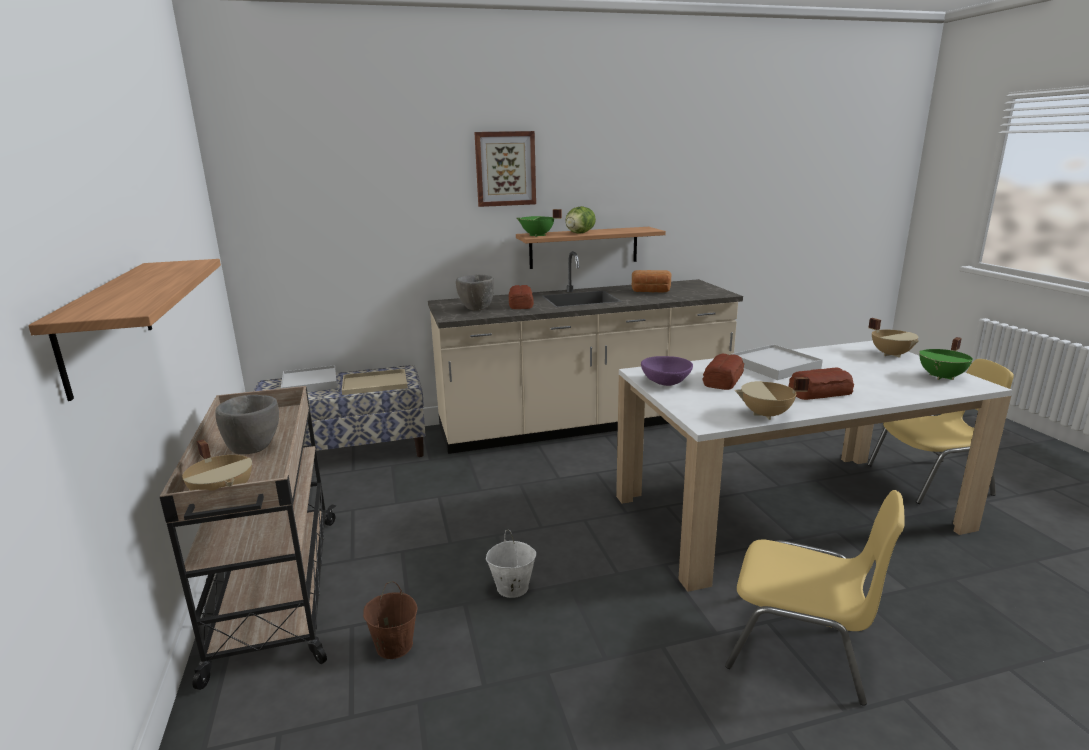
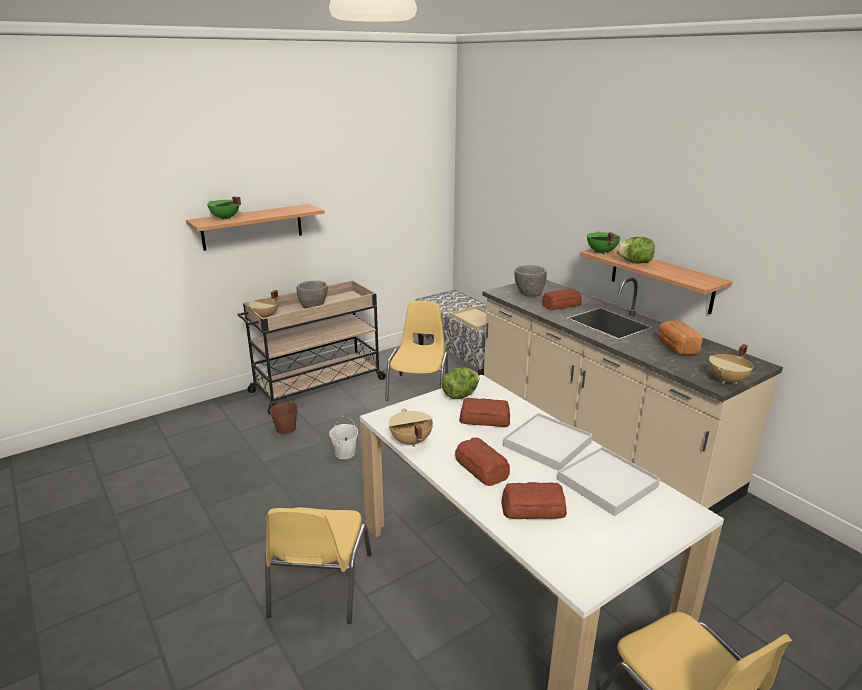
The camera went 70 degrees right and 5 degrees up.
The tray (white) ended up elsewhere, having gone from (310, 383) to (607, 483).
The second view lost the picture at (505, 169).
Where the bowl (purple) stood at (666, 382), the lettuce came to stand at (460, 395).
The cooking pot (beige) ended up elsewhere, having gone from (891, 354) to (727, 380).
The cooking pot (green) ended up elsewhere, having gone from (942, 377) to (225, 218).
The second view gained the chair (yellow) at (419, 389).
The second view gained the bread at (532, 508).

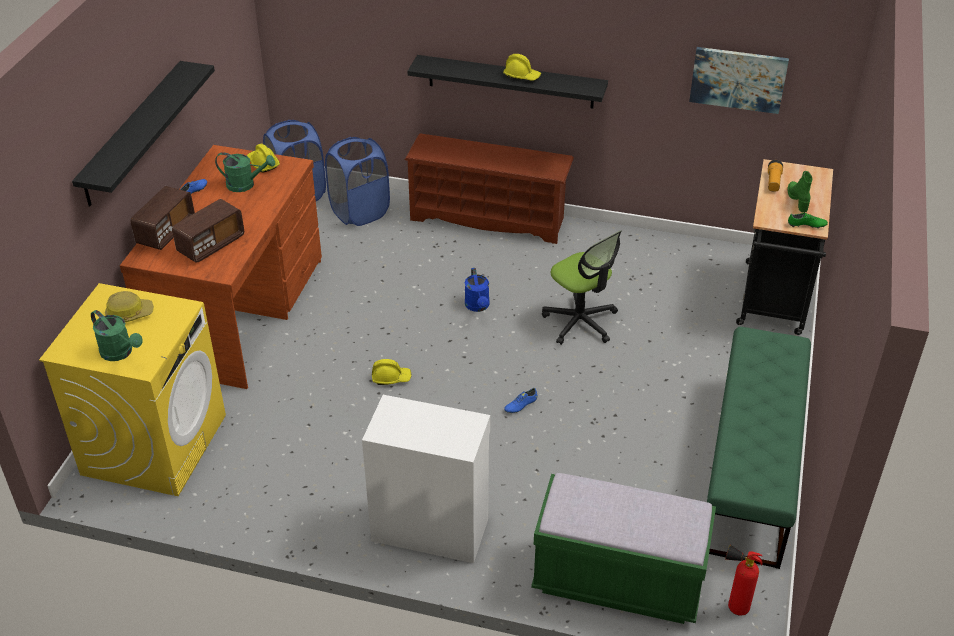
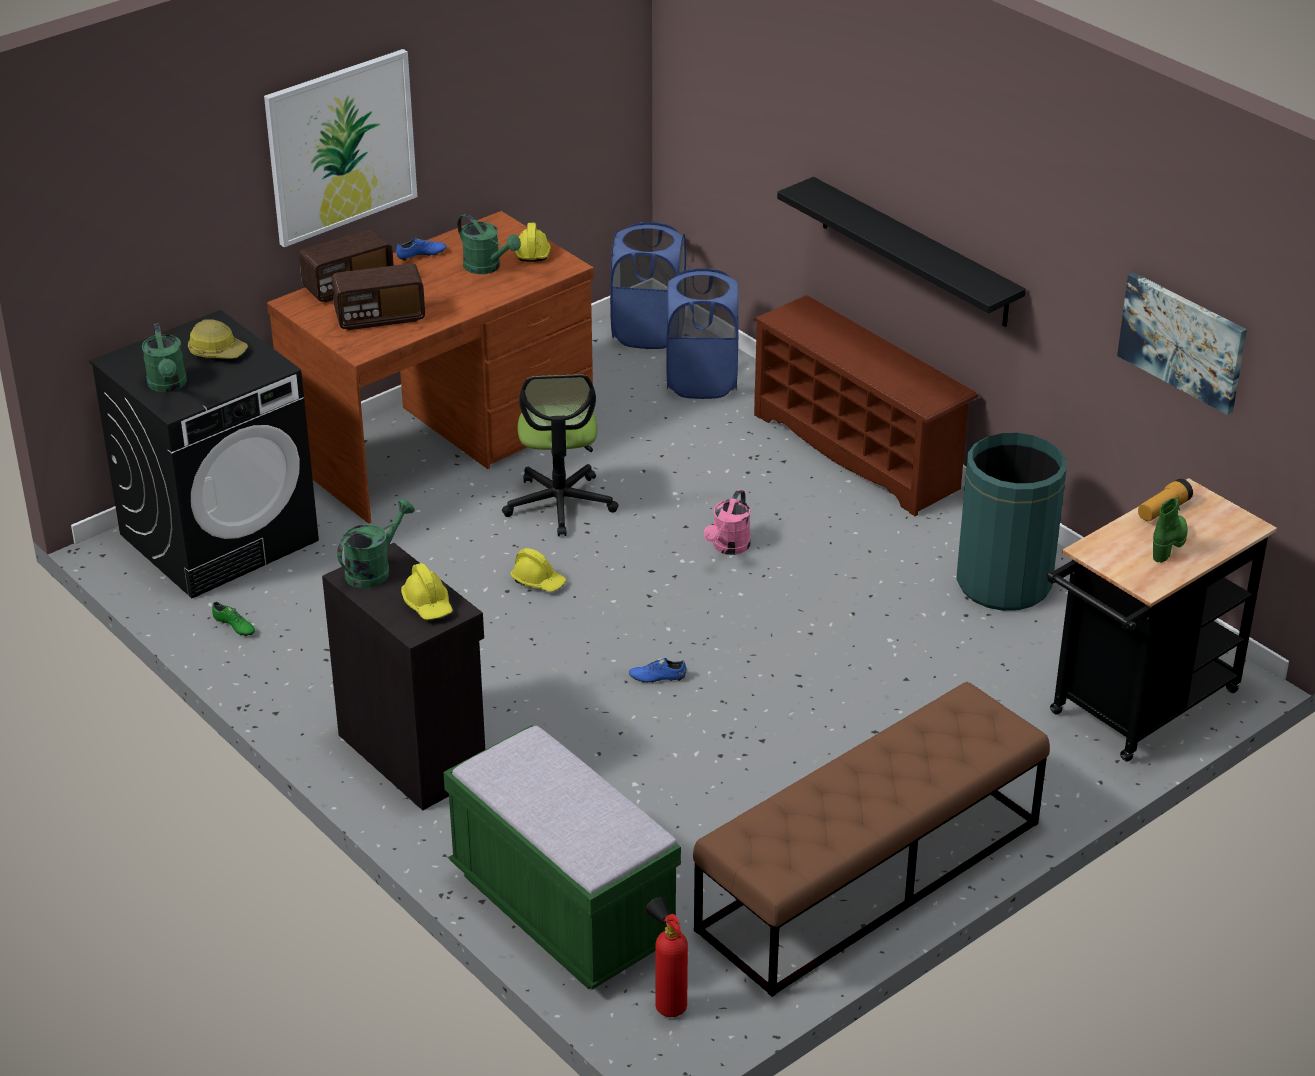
The camera went 35 degrees right and 5 degrees down.
What was the washing machine (yellow) at (154, 444) turned into the washing machine (black) at (220, 537).
Where the shelf (black) hung at (133, 133), the picture came to hang at (341, 146).
What was the cabinet (white) at (429, 528) turned into the cabinet (black) at (413, 753).
What was the watering can (blue) at (478, 306) turned into the watering can (pink) at (728, 548).
The hard hat (yellow) ended up elsewhere, having gone from (521, 76) to (428, 604).
The office chair ended up elsewhere, having gone from (580, 322) to (560, 504).
What was the bench (green) at (751, 467) turned into the bench (brown) at (869, 876).
The shoe (green) ended up elsewhere, having gone from (806, 225) to (234, 626).
The second view gained the watering can (green) at (374, 569).
The second view gained the trash can (green) at (1003, 583).

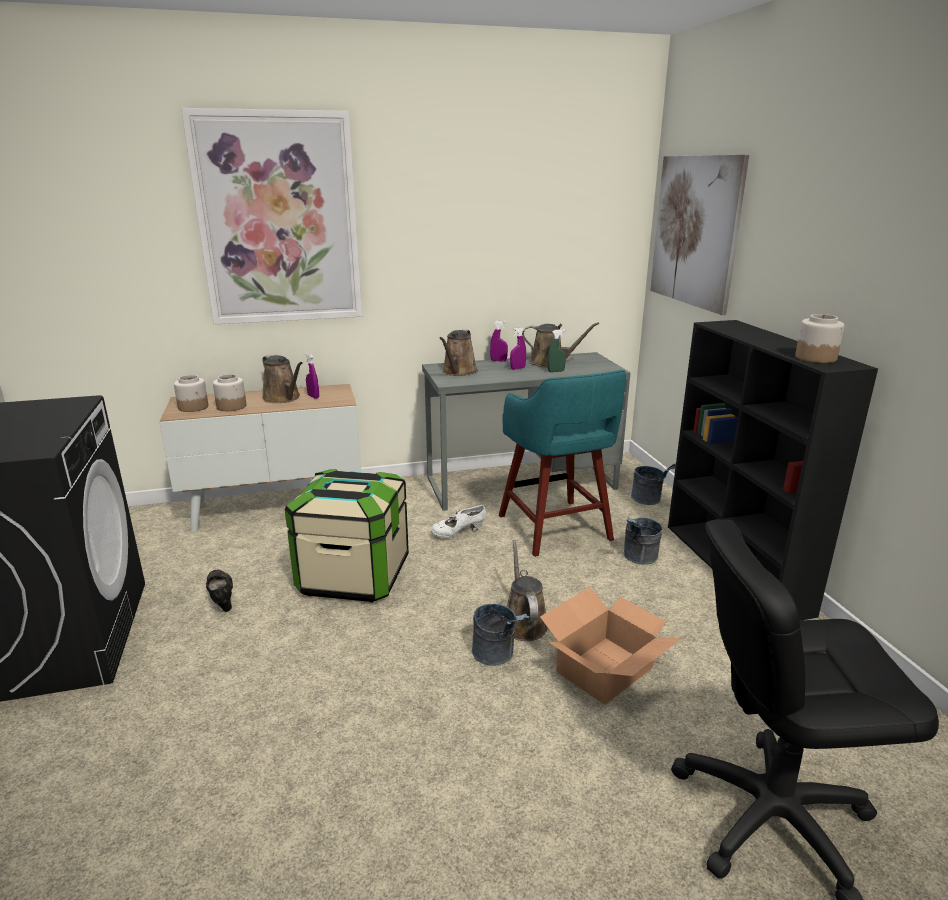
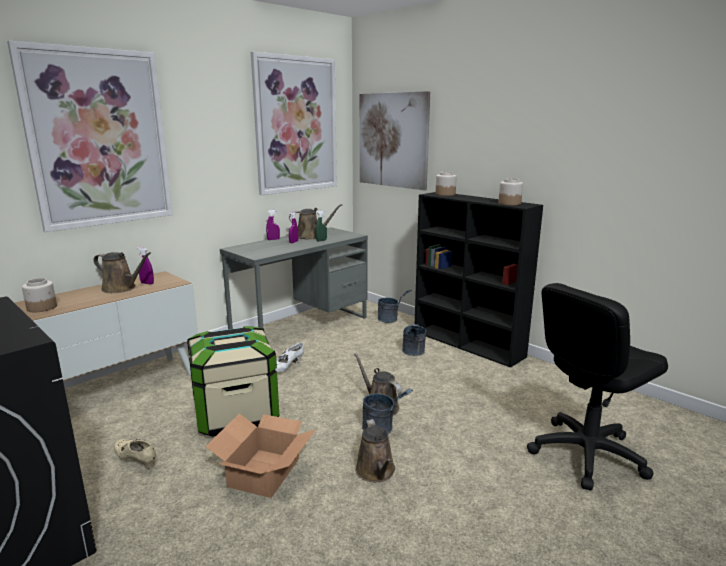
The camera went 30 degrees left and 5 degrees down.
What was the shoe (black) at (221, 598) turned into the shoe (beige) at (136, 461).
The jar ended up elsewhere, having gone from (231, 406) to (445, 194).
The watering can (brown) ended up elsewhere, having gone from (458, 372) to (376, 472).
The second view lost the stool (turquoise) at (555, 529).
The cardboard box ended up elsewhere, having gone from (603, 669) to (263, 473).
The second view gained the picture at (296, 125).

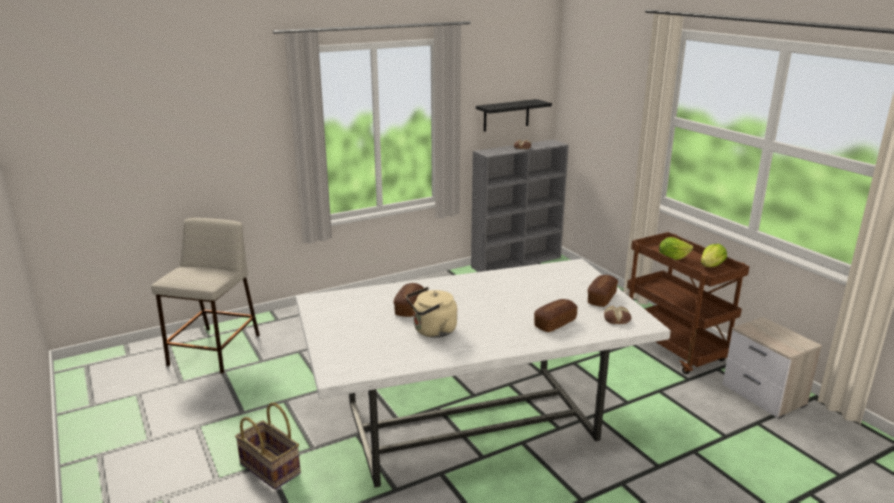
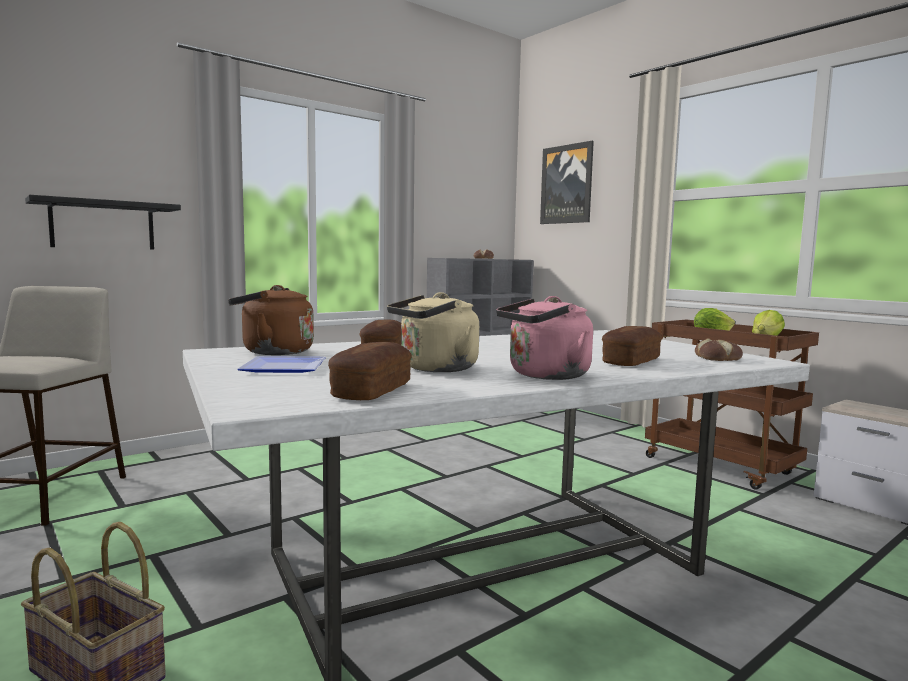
The camera went 10 degrees left and 15 degrees down.
The shelf (black) ended up elsewhere, having gone from (506, 115) to (103, 225).
The bread ended up elsewhere, having gone from (601, 298) to (372, 391).
The second view gained the kettle (brown) at (273, 352).
The second view gained the plate at (281, 369).
The second view gained the kettle (pink) at (545, 375).
The second view gained the picture at (567, 184).

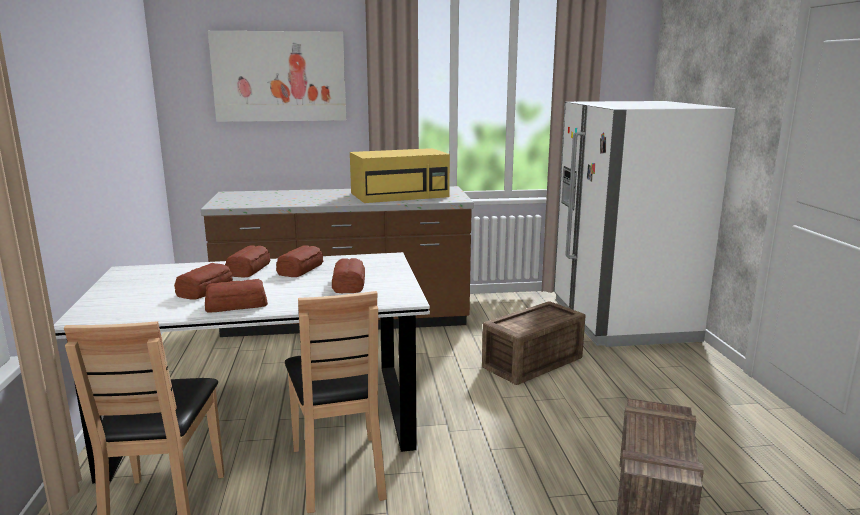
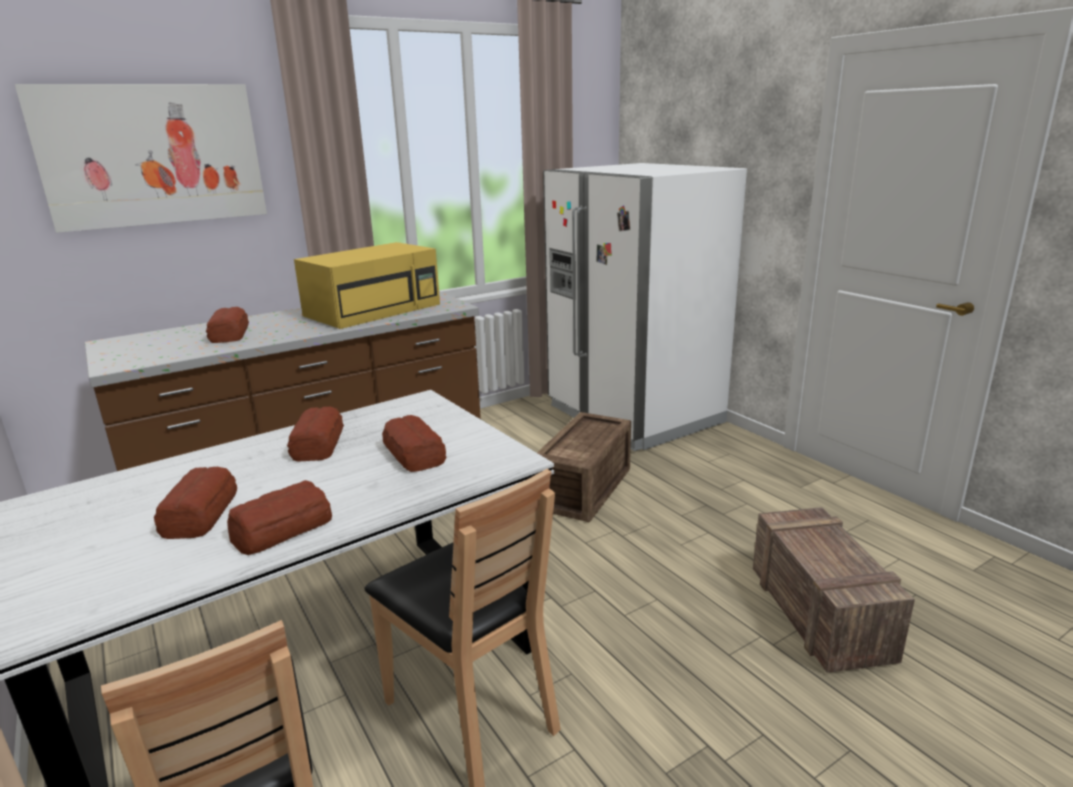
The camera went 25 degrees left and 5 degrees up.
The bread ended up elsewhere, having gone from (249, 269) to (230, 334).

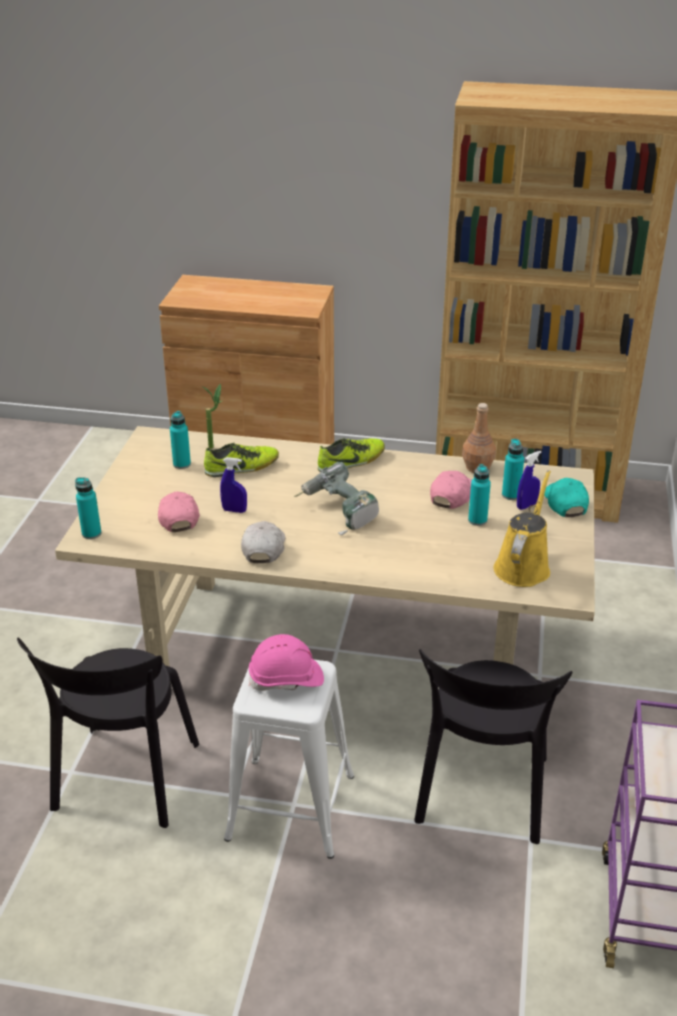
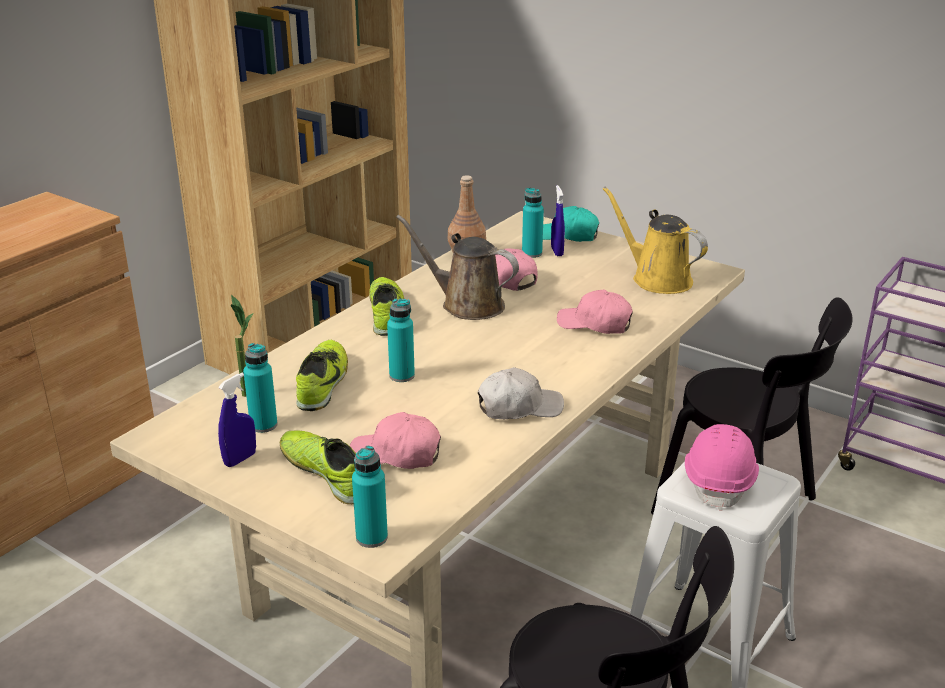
The camera went 65 degrees left and 5 degrees down.
The spray bottle (blue) ended up elsewhere, having gone from (234, 510) to (240, 459).
The cap (white) at (263, 548) ended up facing another way, 135 degrees clockwise from before.
The second view lost the power drill at (337, 512).
The bottle (turquoise) ended up elsewhere, having gone from (477, 520) to (402, 376).
The second view gained the shoe at (326, 474).
The second view gained the watering can (brown) at (467, 304).
The second view gained the cap (pink) at (595, 324).

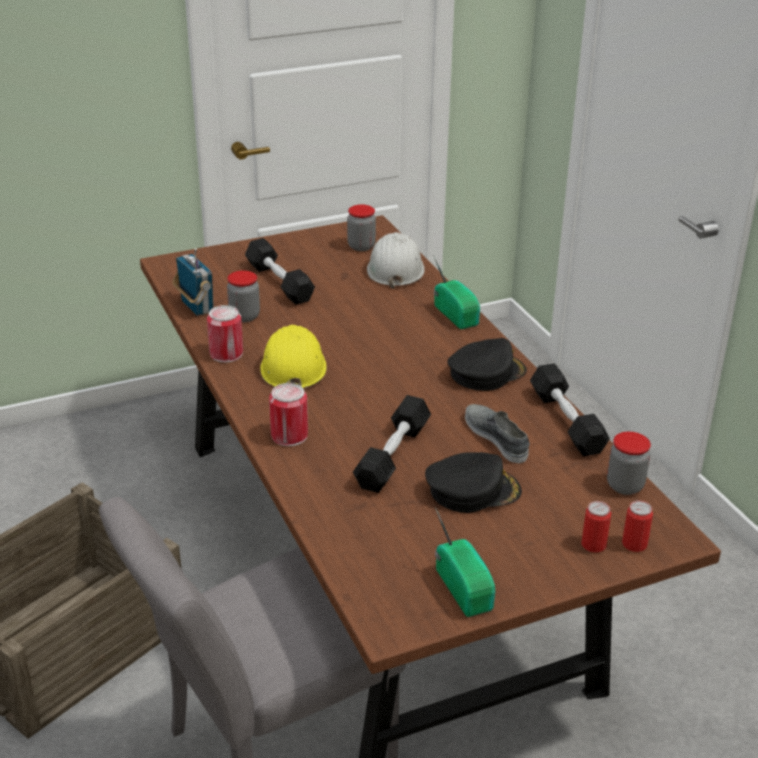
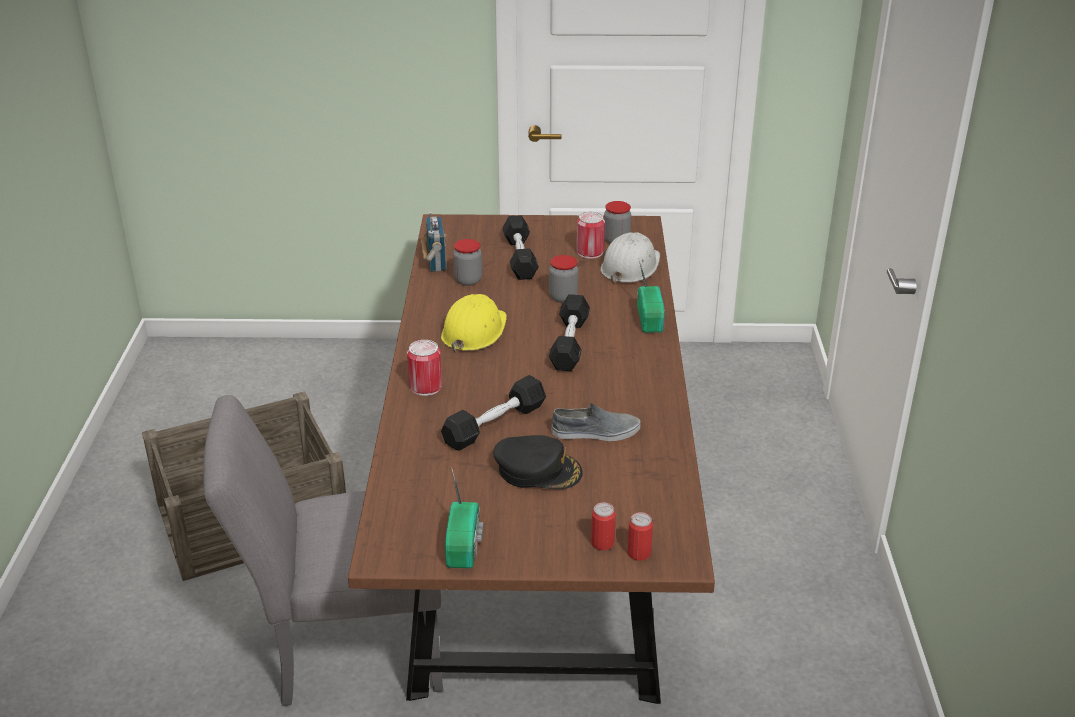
The camera went 25 degrees right and 0 degrees up.
The can ended up elsewhere, having gone from (226, 354) to (590, 252).
The second view lost the cap (black) at (486, 372).
The shoe (grey) at (496, 437) ended up facing another way, 90 degrees clockwise from before.
The dumbbell (black) ended up elsewhere, having gone from (566, 422) to (569, 343).
The jar ended up elsewhere, having gone from (625, 486) to (563, 297).

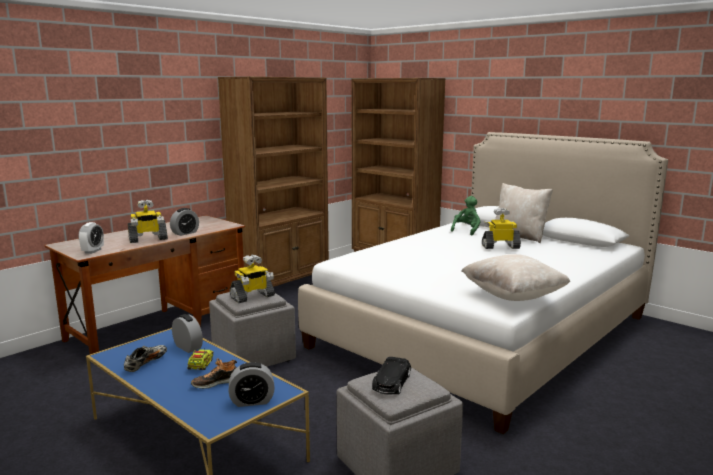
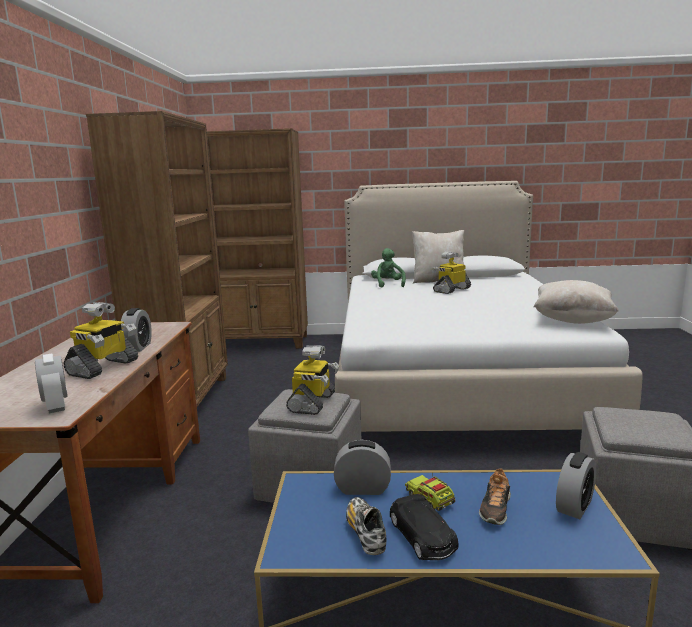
The camera went 40 degrees left and 0 degrees up.
The toy car (black) ended up elsewhere, having gone from (391, 383) to (422, 536).

